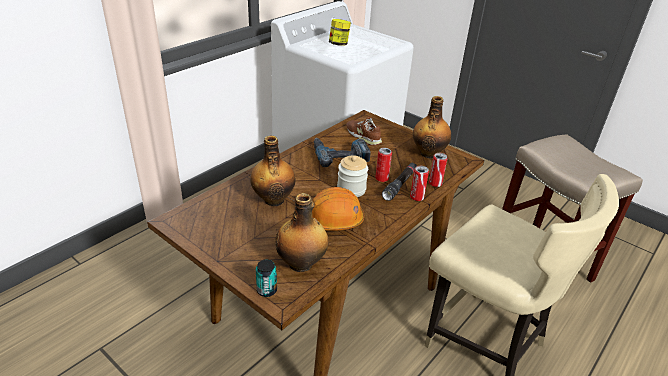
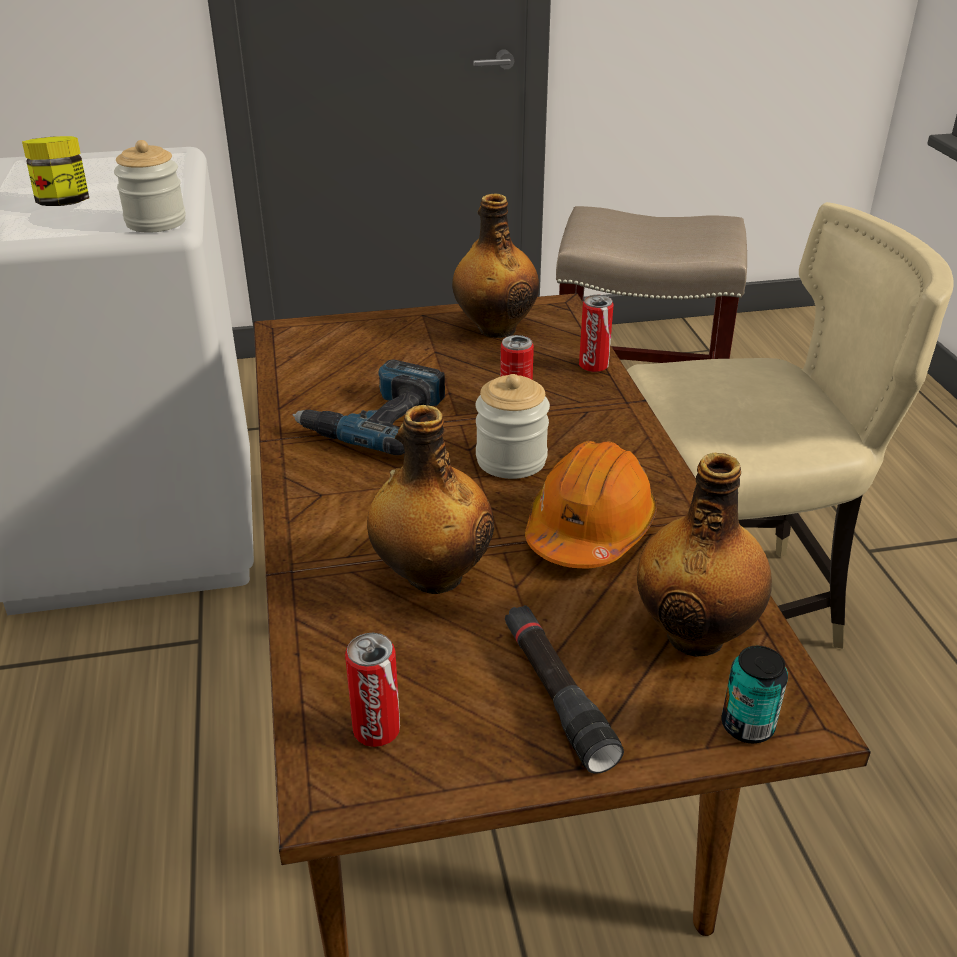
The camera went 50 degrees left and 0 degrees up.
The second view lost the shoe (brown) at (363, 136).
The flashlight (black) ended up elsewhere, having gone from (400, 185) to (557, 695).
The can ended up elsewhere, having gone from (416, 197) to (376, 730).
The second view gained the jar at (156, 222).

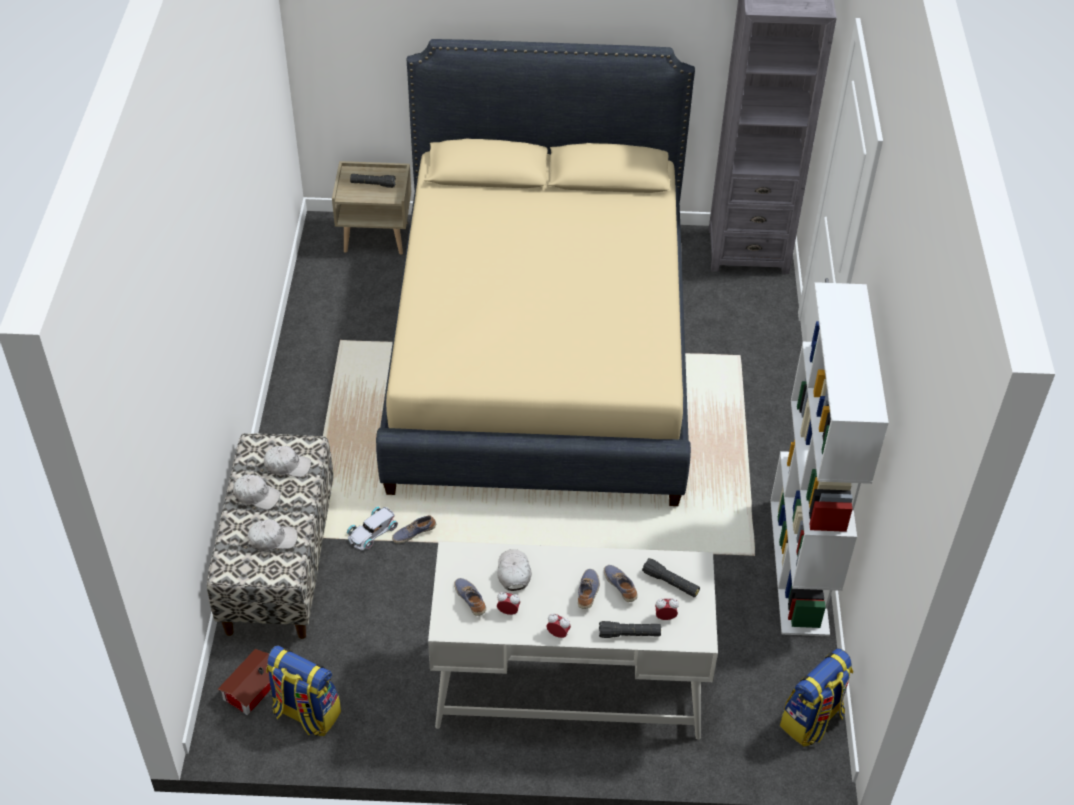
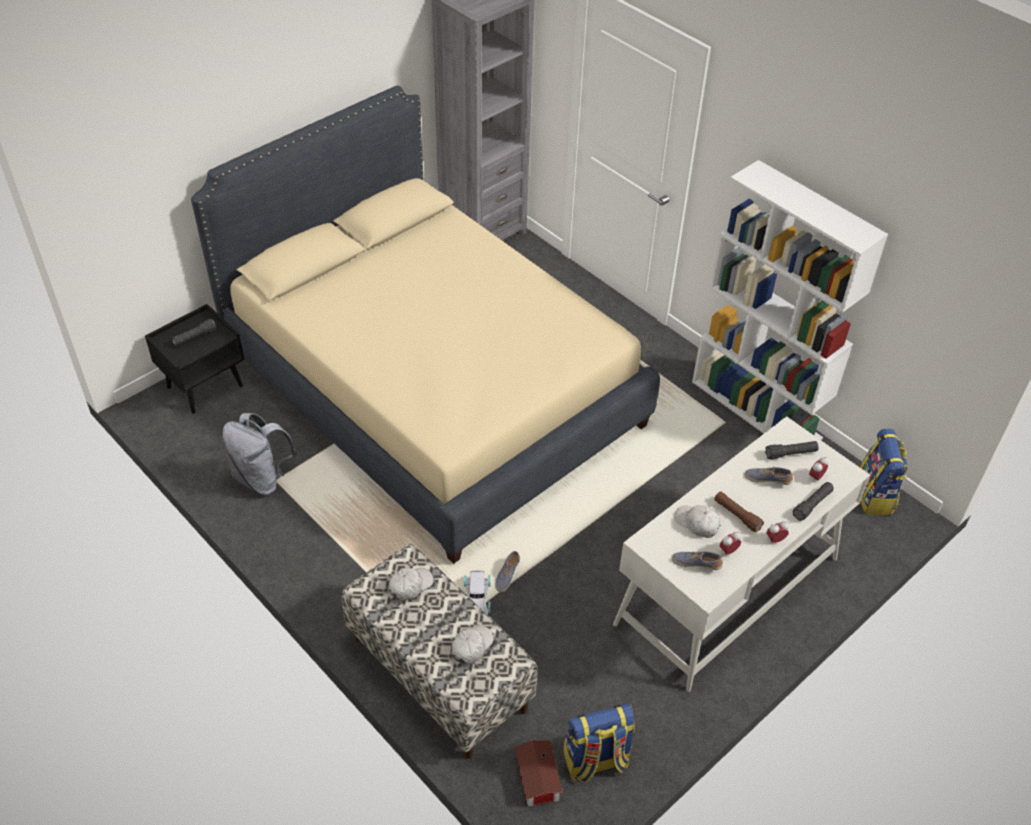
The camera went 45 degrees left and 0 degrees up.
The second view lost the cap (white) at (256, 495).
What was the nightstand (beige) at (376, 237) turned into the nightstand (black) at (205, 386).
The second view lost the shoe at (588, 592).
The second view gained the backpack (grey) at (262, 478).
The second view gained the flashlight (brown) at (737, 515).

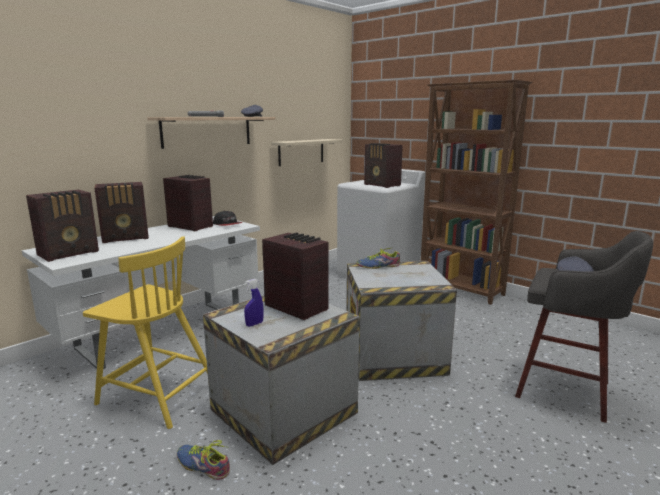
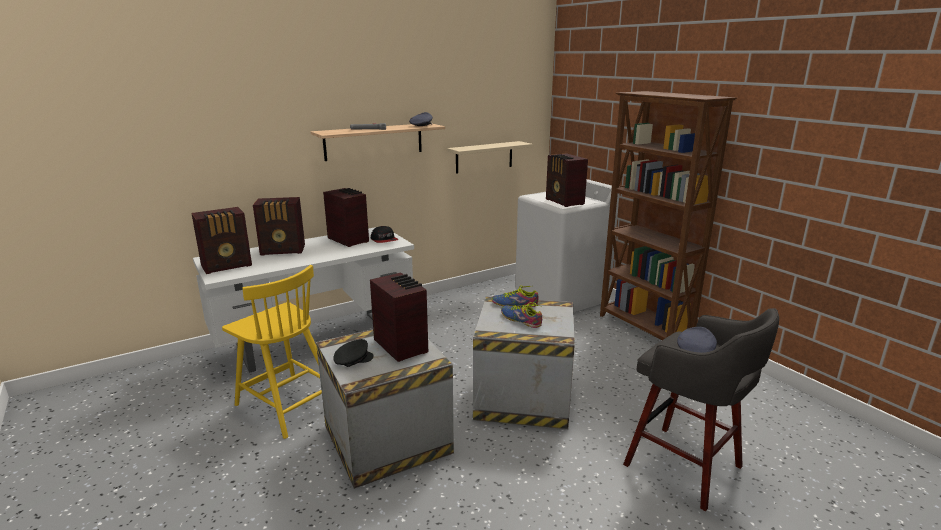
The camera went 15 degrees right and 5 degrees up.
The shoe ended up elsewhere, having gone from (203, 466) to (520, 320).
Where the spray bottle (blue) stood at (254, 324), the cap (black) came to stand at (352, 359).

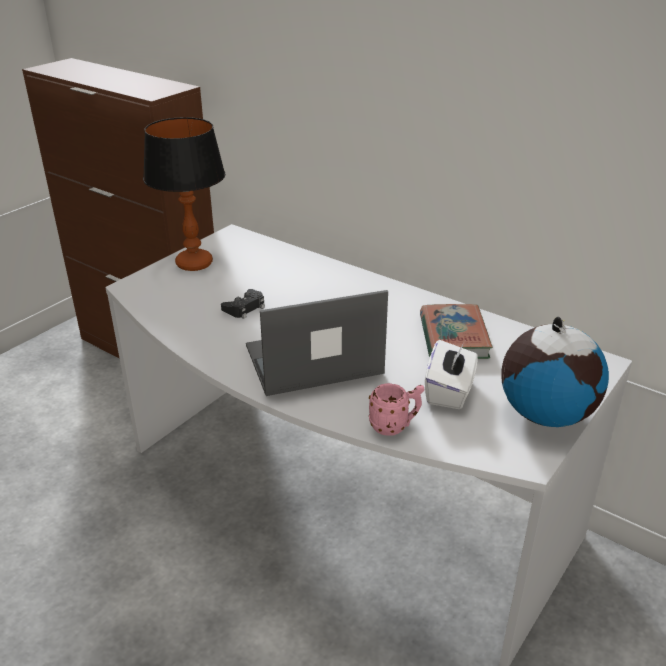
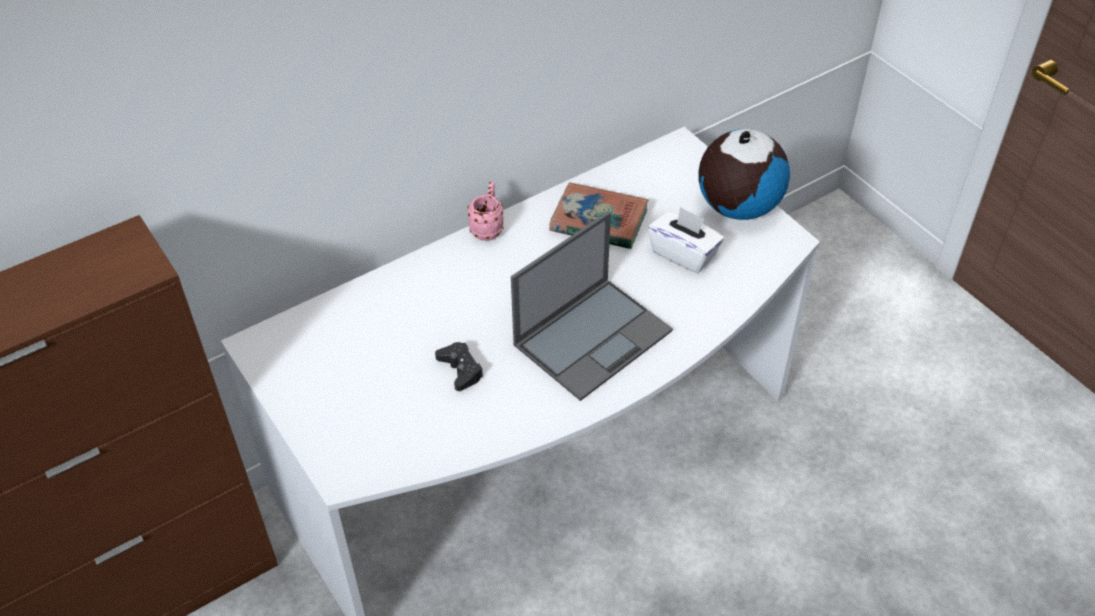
The camera went 70 degrees left and 15 degrees up.
The second view lost the table lamp at (194, 264).
The laptop at (312, 360) ended up facing another way, 135 degrees counterclockwise from before.
The mug (pink) ended up elsewhere, having gone from (395, 426) to (488, 228).

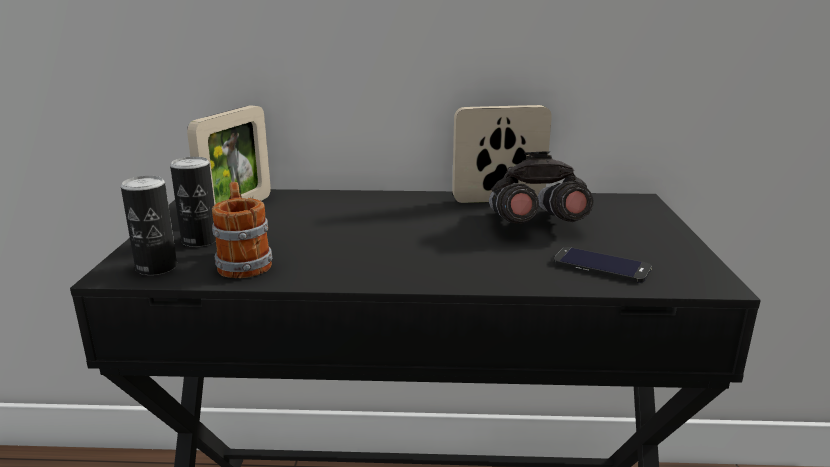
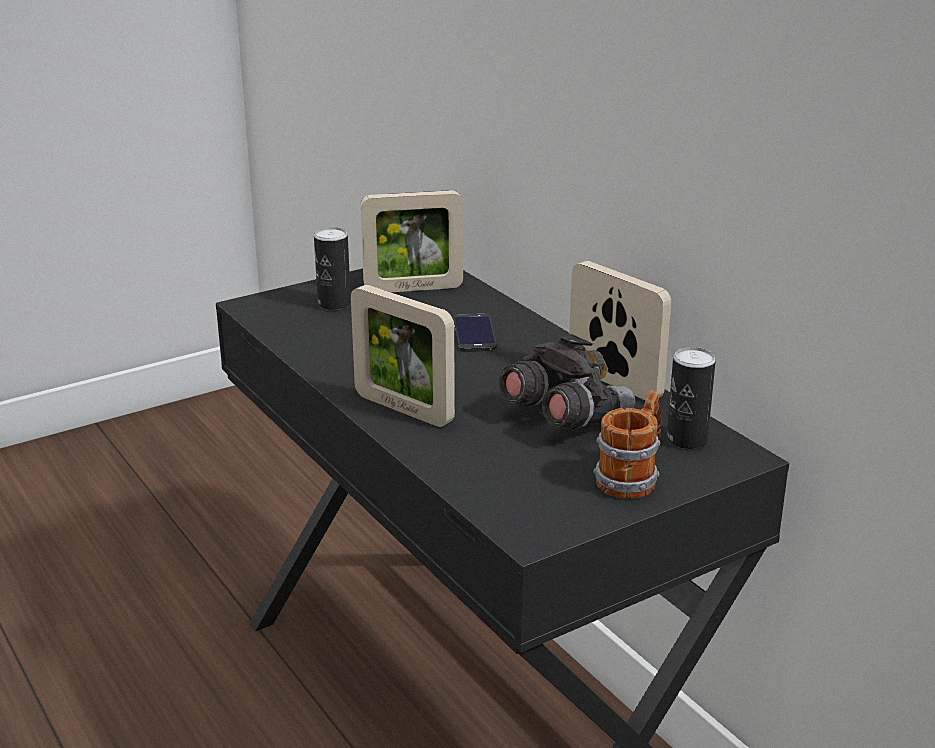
The camera went 55 degrees right and 5 degrees up.
The can ended up elsewhere, having gone from (156, 267) to (687, 439).
The mug ended up elsewhere, having gone from (243, 262) to (632, 477).
The phone ended up elsewhere, having gone from (601, 265) to (474, 334).
The second view gained the picture frame at (403, 409).

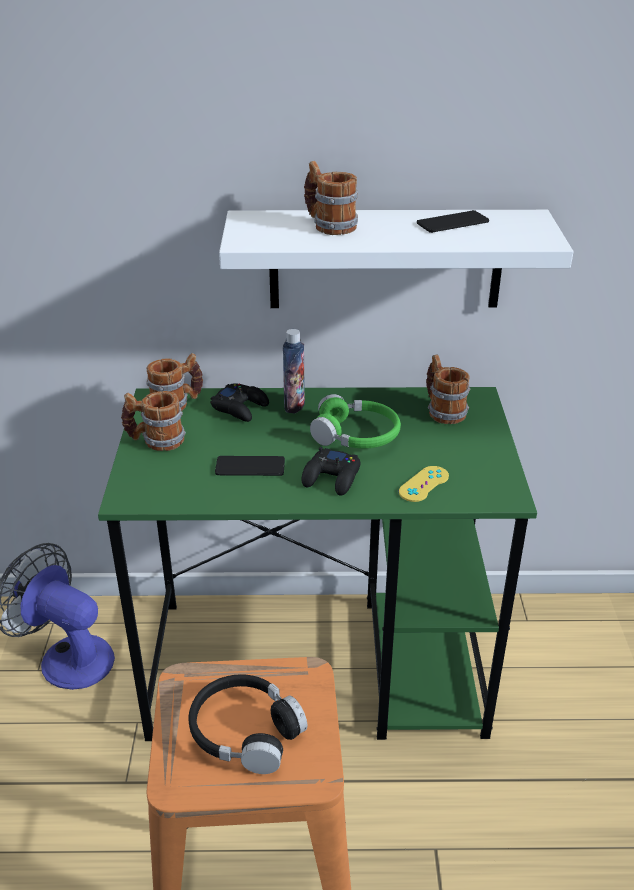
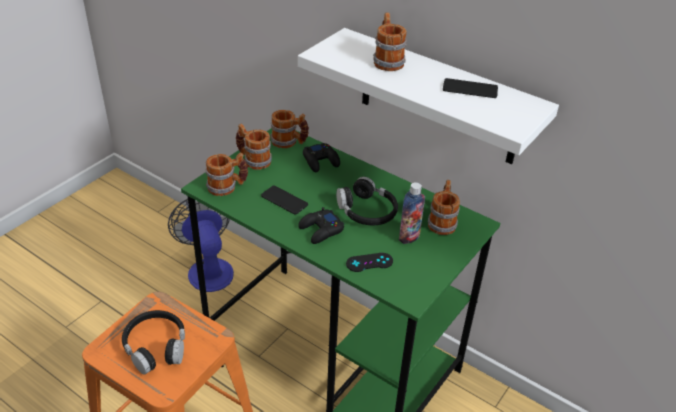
The camera went 35 degrees right and 5 degrees up.
The bottle ended up elsewhere, having gone from (294, 405) to (409, 237).
What was the headphones (green) at (356, 435) turned into the headphones (black) at (366, 211).
What was the game controller (yellow) at (424, 484) turned into the game controller (black) at (369, 262).
The second view gained the mug at (227, 187).

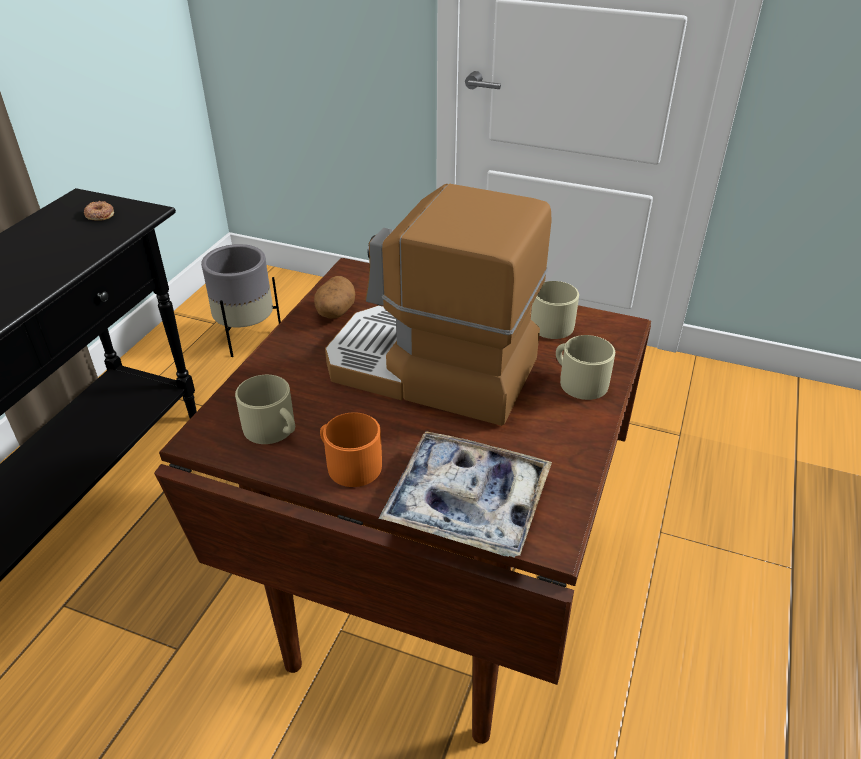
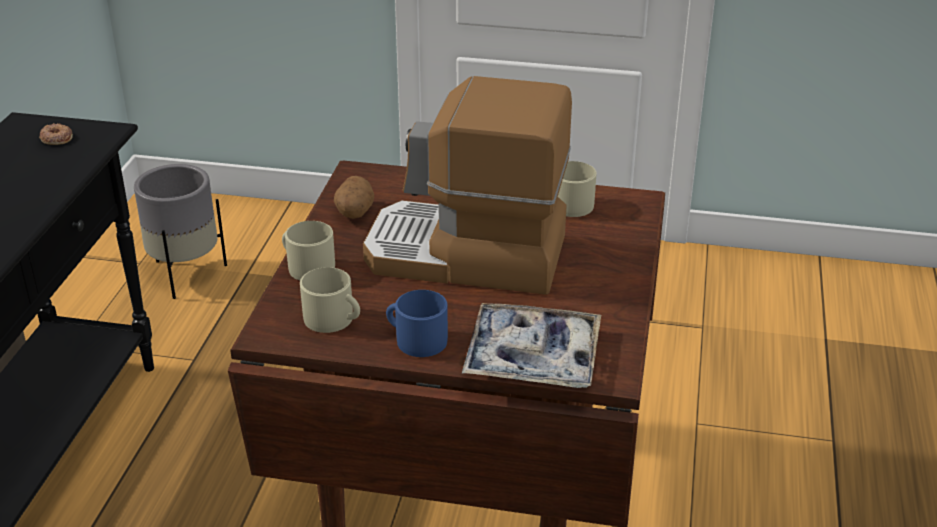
The camera went 10 degrees left and 5 degrees down.
What was the mug (orange) at (349, 464) turned into the mug (blue) at (415, 339).
The mug (beige) ended up elsewhere, having gone from (578, 381) to (307, 266).

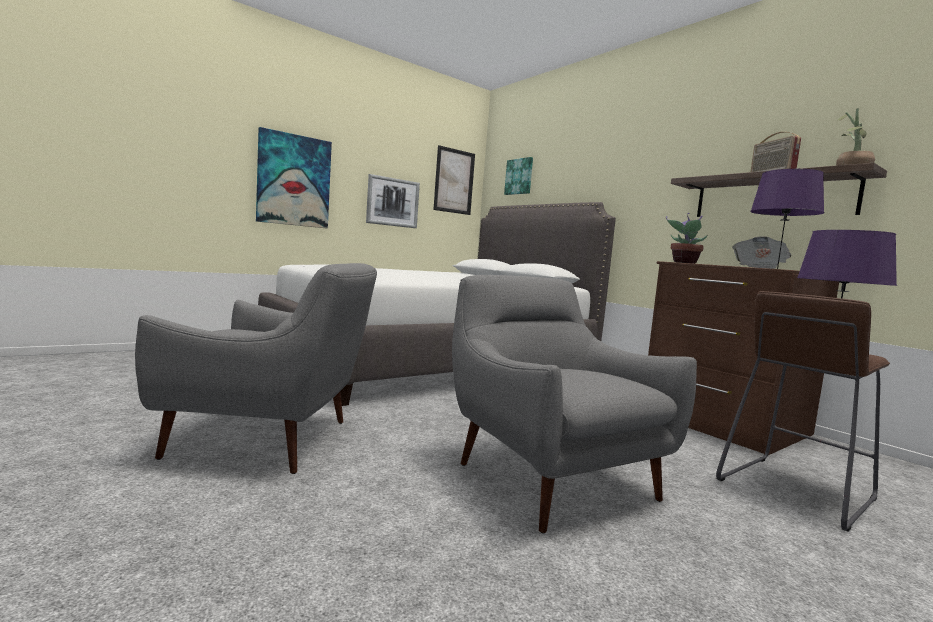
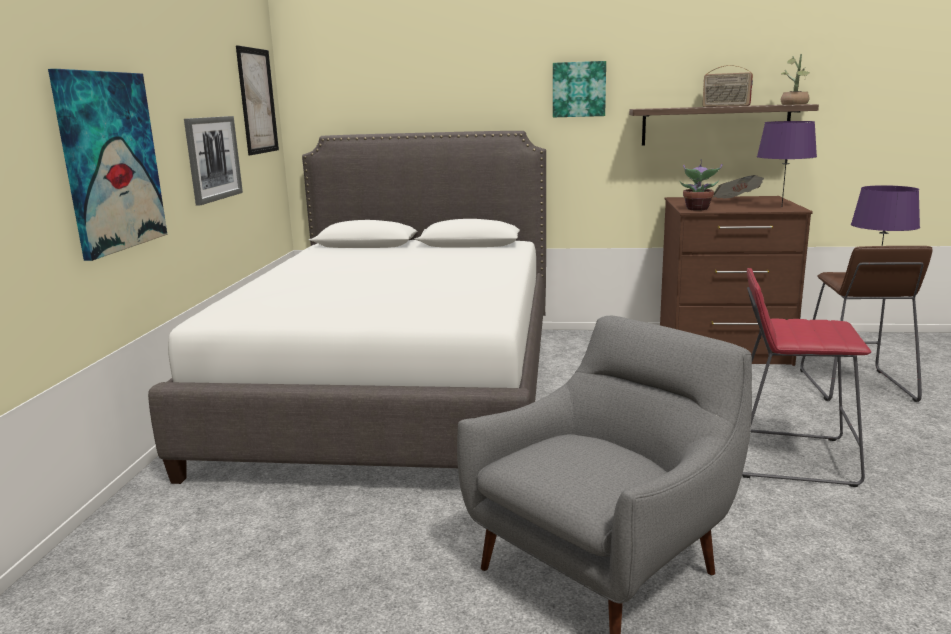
The camera went 45 degrees left and 10 degrees up.
Where the armchair (grey) stood at (549, 477), the stool (red) came to stand at (789, 457).
The picture ended up elsewhere, having gone from (519, 176) to (579, 89).

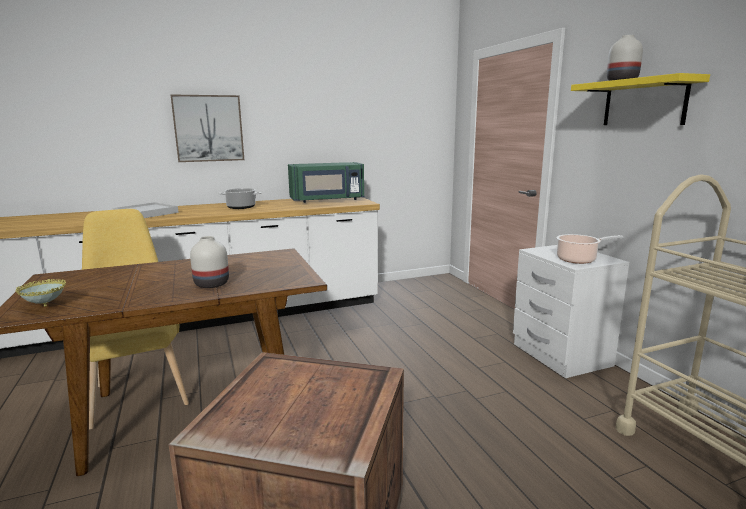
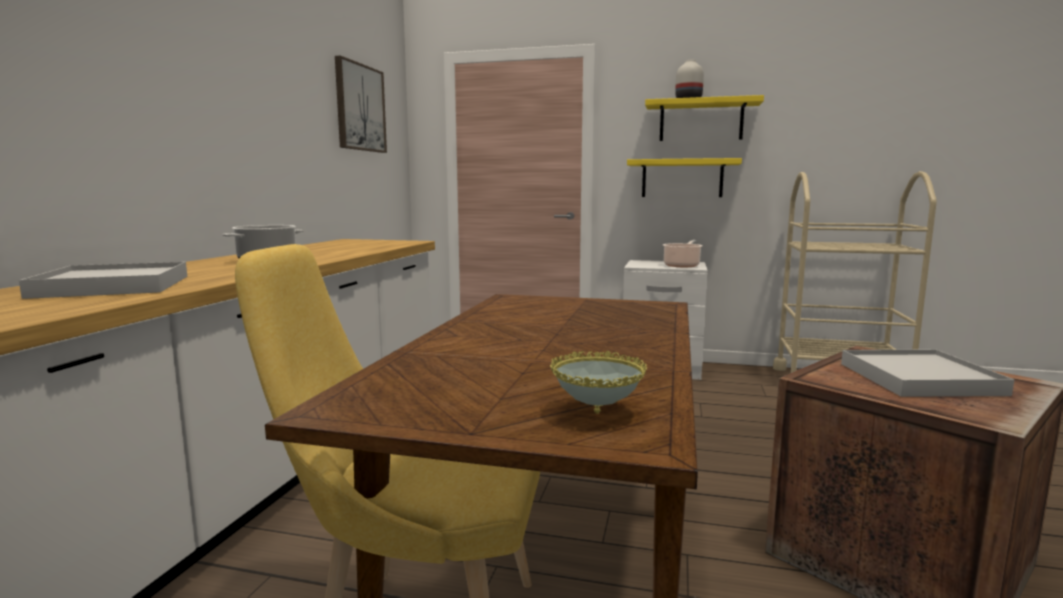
The camera went 55 degrees left and 5 degrees down.
The picture ended up elsewhere, having gone from (208, 128) to (360, 108).
The second view lost the vase (white) at (211, 284).
The second view lost the microwave (green) at (327, 200).
The second view gained the shelf (yellow) at (682, 178).
The second view gained the tray (white) at (919, 379).

